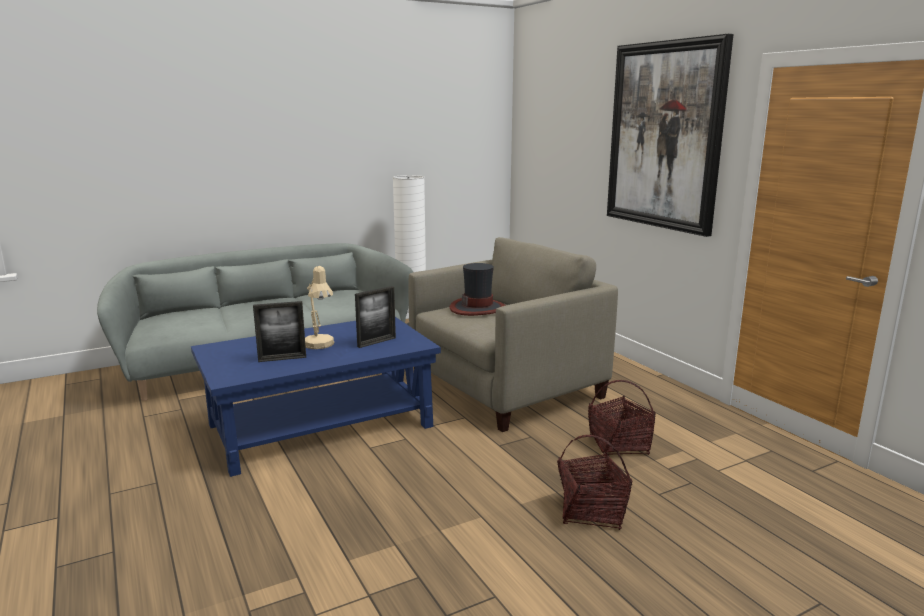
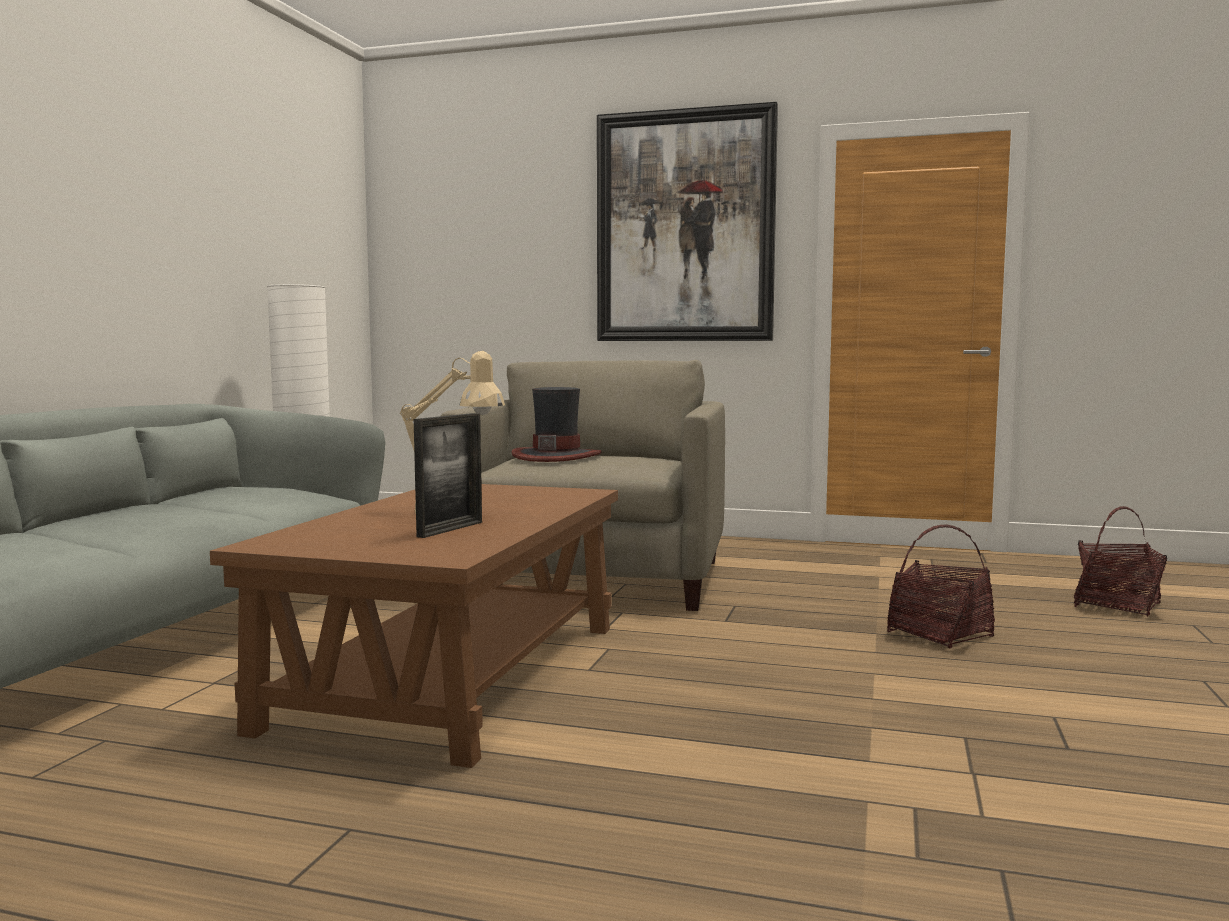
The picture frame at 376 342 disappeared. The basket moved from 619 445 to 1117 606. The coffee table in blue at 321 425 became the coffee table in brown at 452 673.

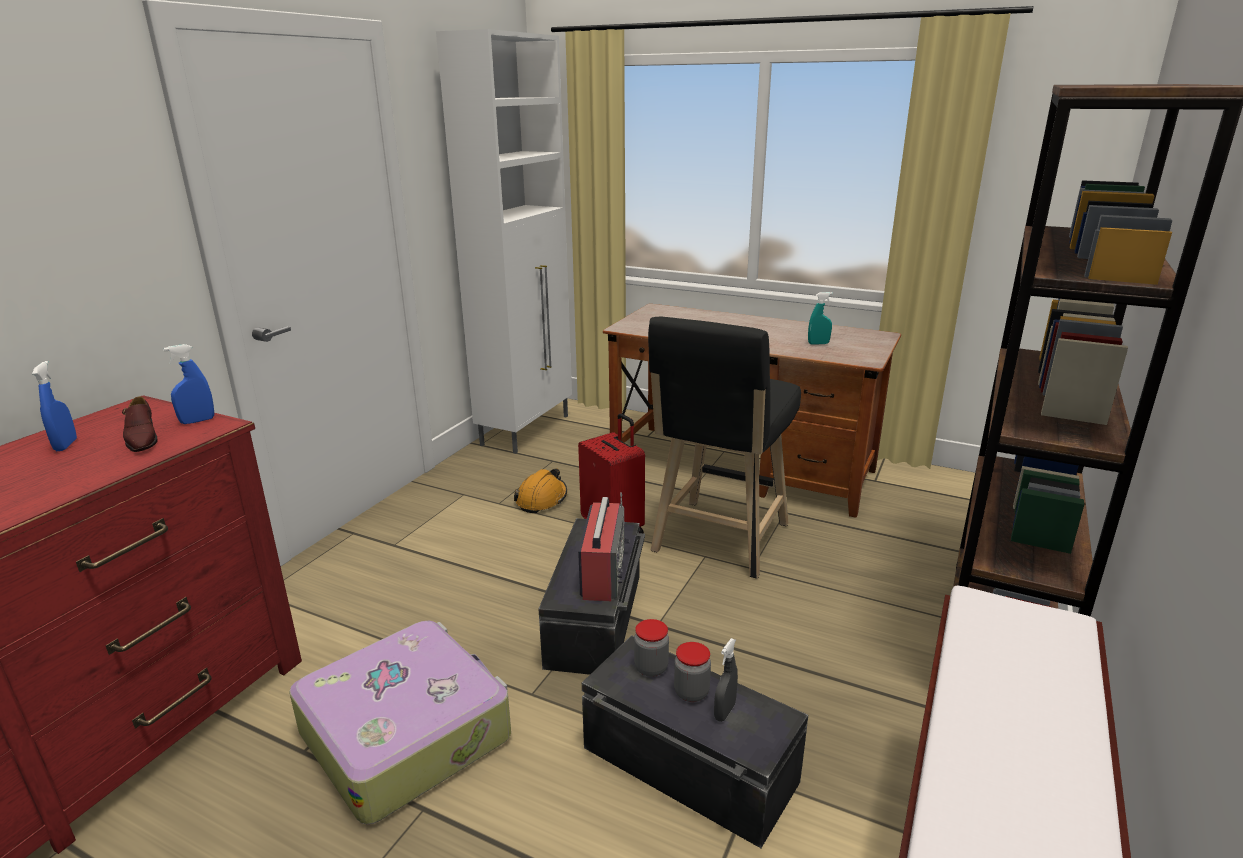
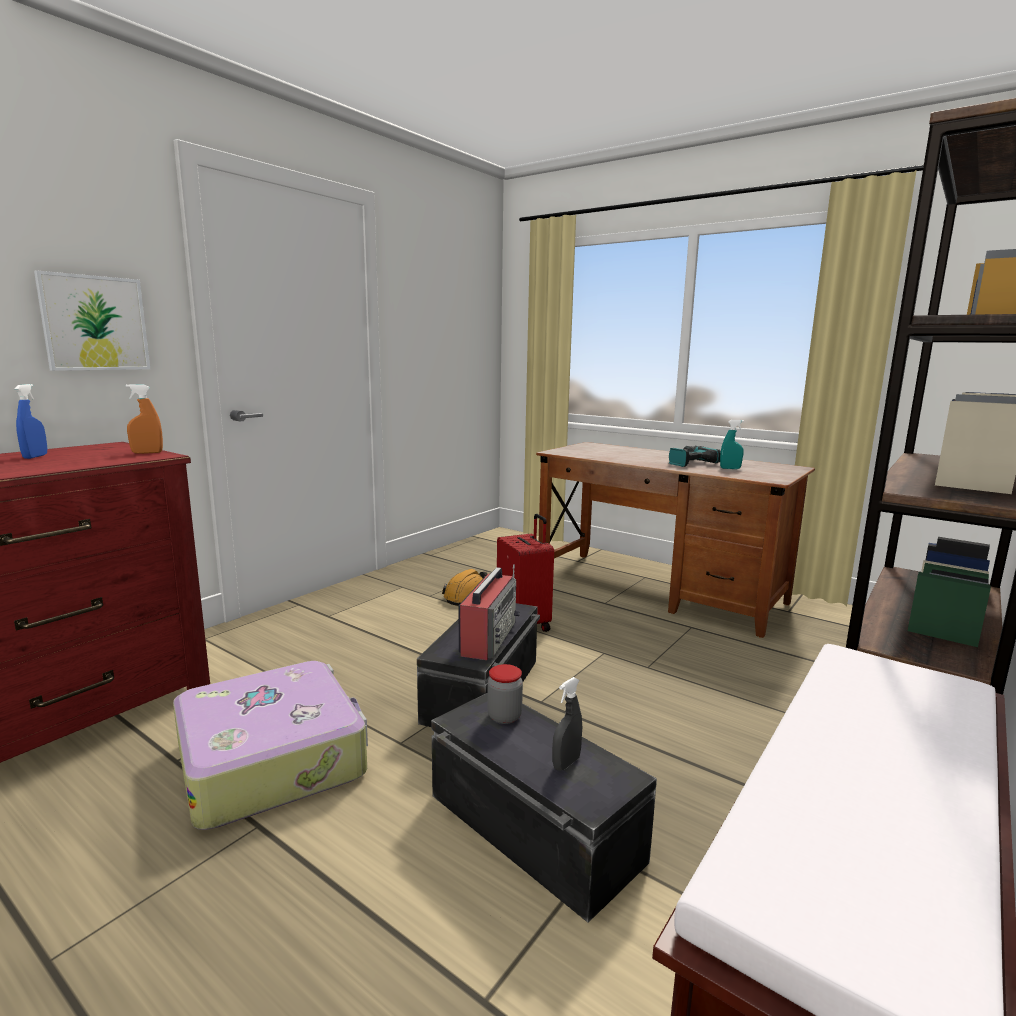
The shoe in brown at 142 439 disappeared. The cabinet in white at 527 430 disappeared. The stool in black at 717 542 disappeared. The jar at 691 692 disappeared. The picture at 95 323 appeared. The power drill at 688 463 appeared. The spray bottle in blue at 197 421 became the spray bottle in orange at 147 453.

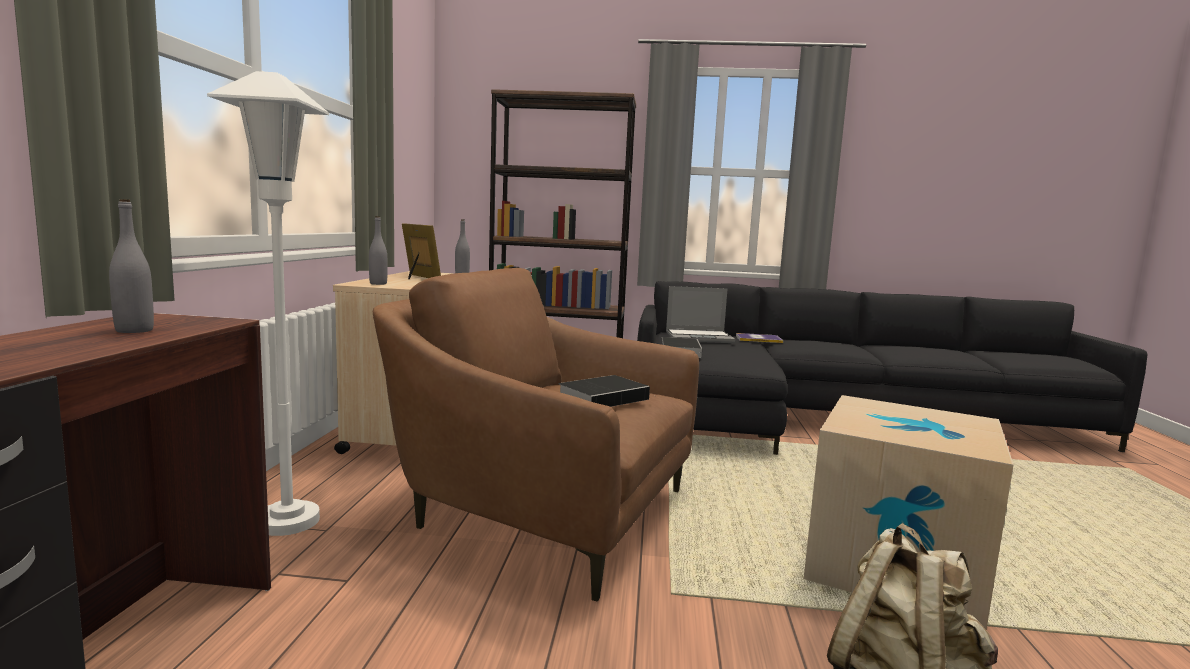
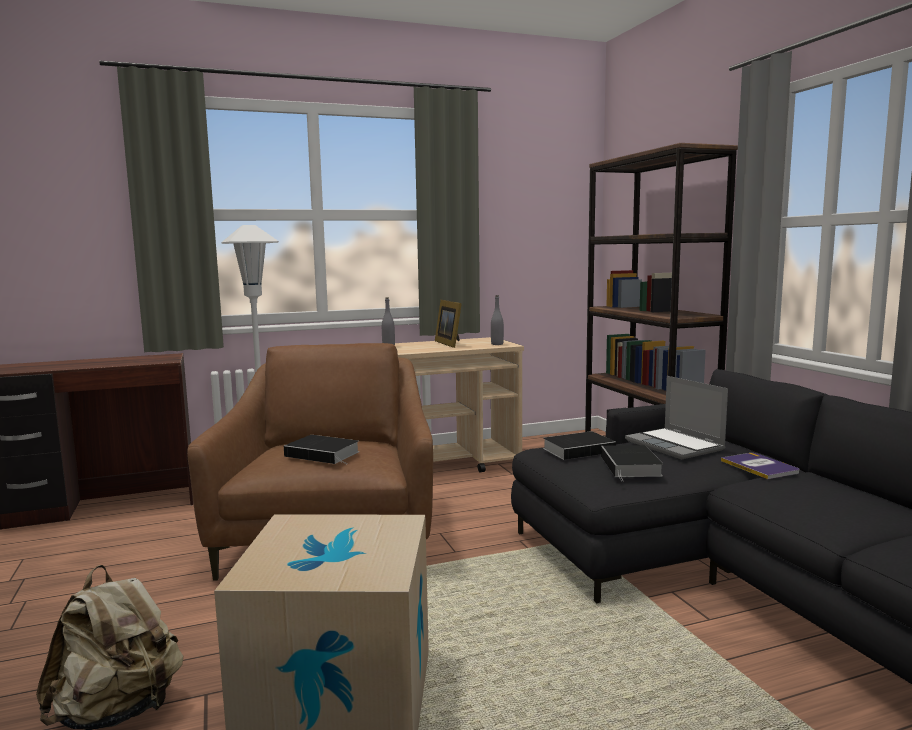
The bottle in grey at 134 330 disappeared. The book at 631 467 appeared. The picture frame at 418 277 turned 135 degrees clockwise.

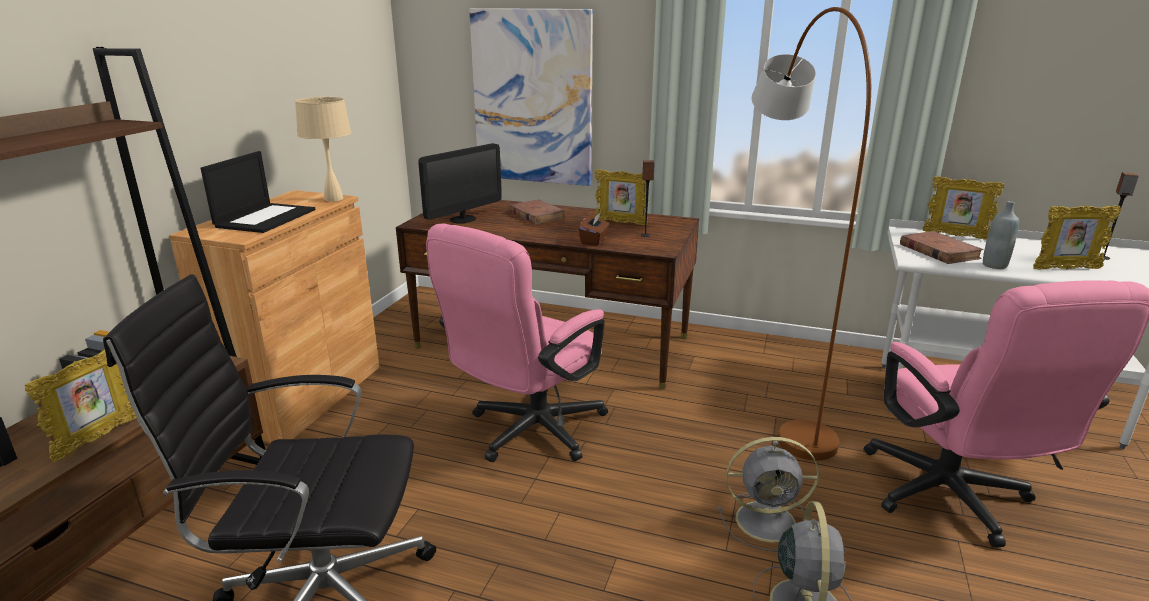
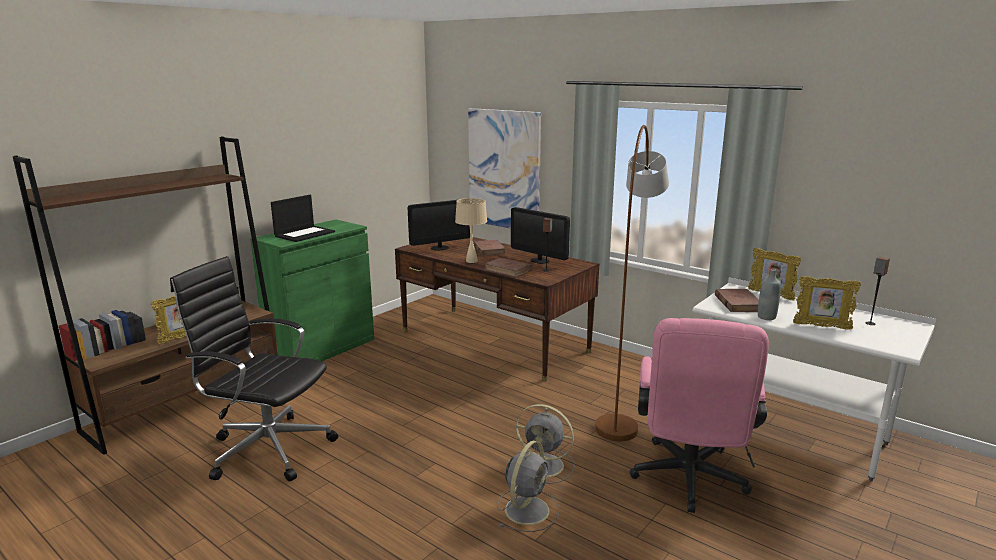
The office chair in pink at 528 433 disappeared. The table lamp in beige moved from 334 199 to 472 261. The tissue box in brown at 594 240 was replaced by the book in brown at 508 270. The picture frame at 621 223 was replaced by the monitor at 539 260. The cabinet in brown at 304 396 became the cabinet in green at 321 348.

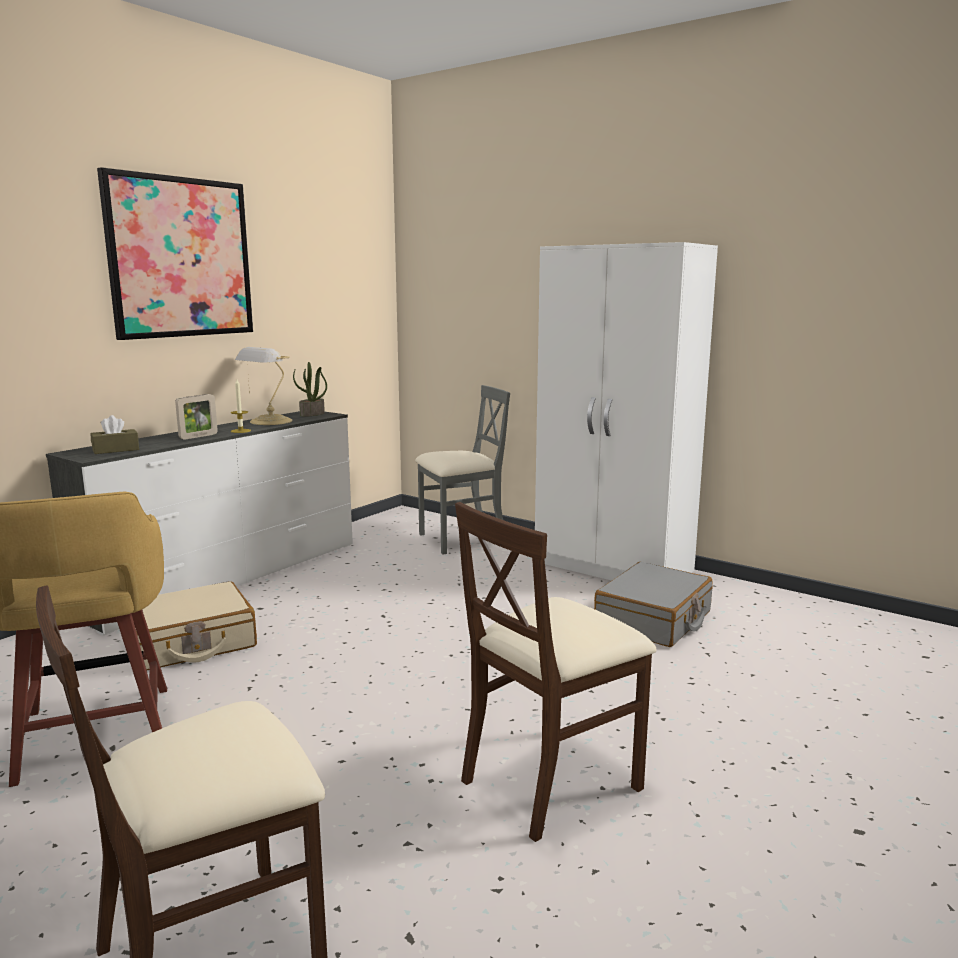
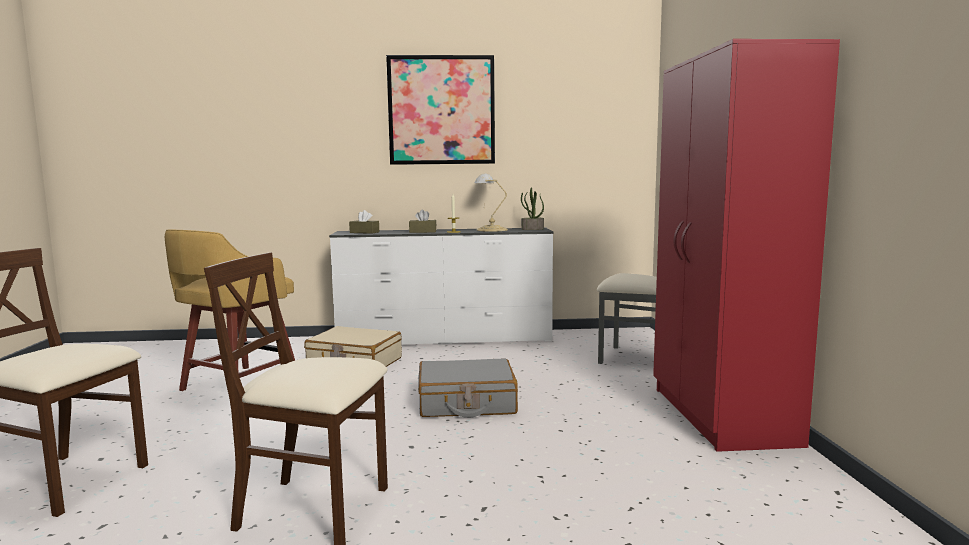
The suitcase in grey moved from 654 620 to 466 403. The picture frame at 198 436 was replaced by the tissue box in brown at 423 232. The wardrobe in white at 614 567 became the wardrobe in red at 721 416.

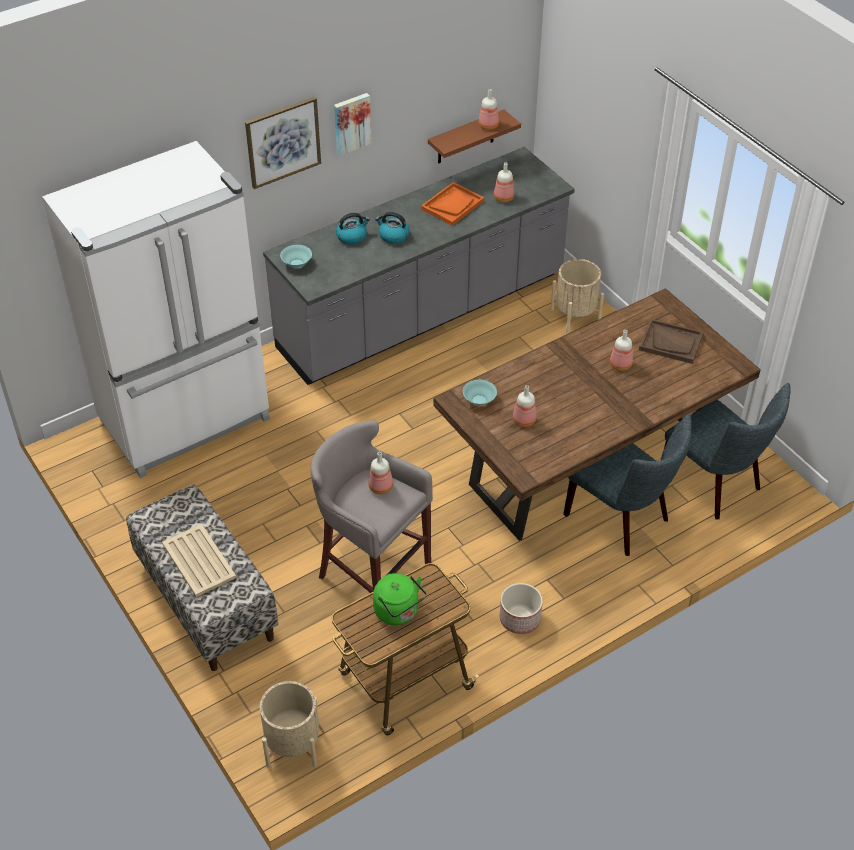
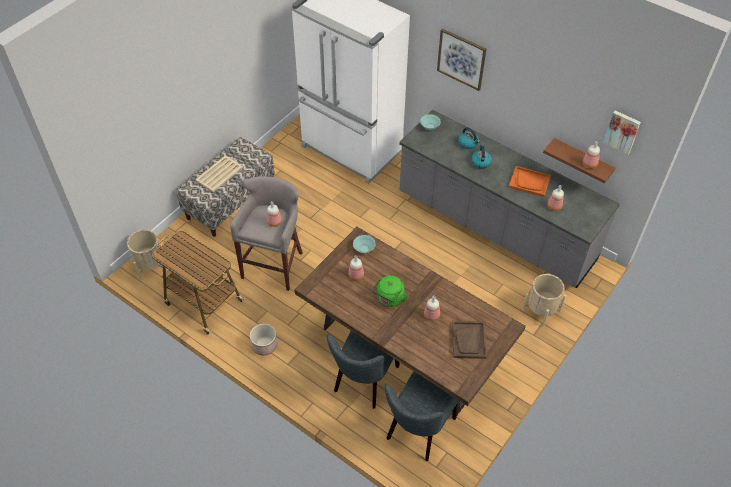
The picture moved from 351 123 to 622 131. The kettle in green moved from 398 612 to 389 299.

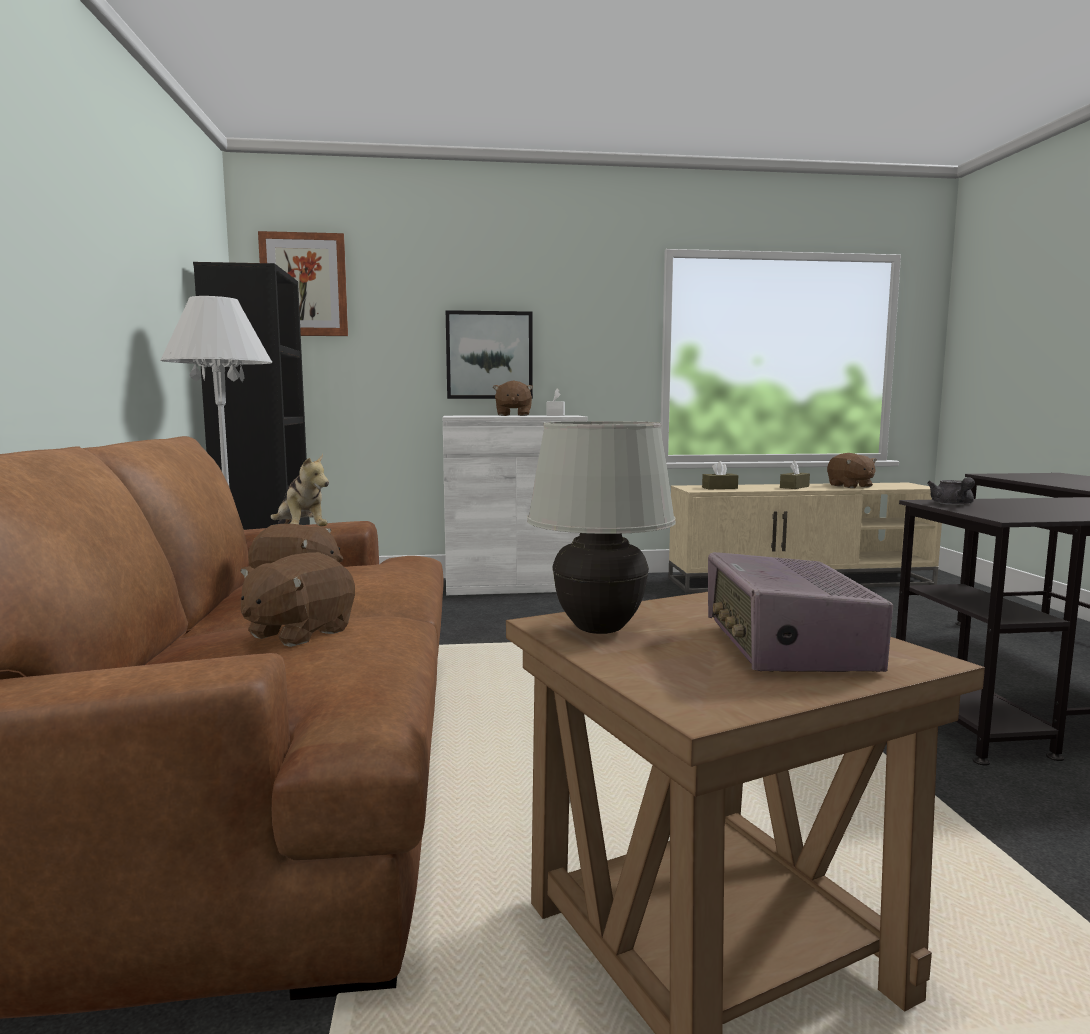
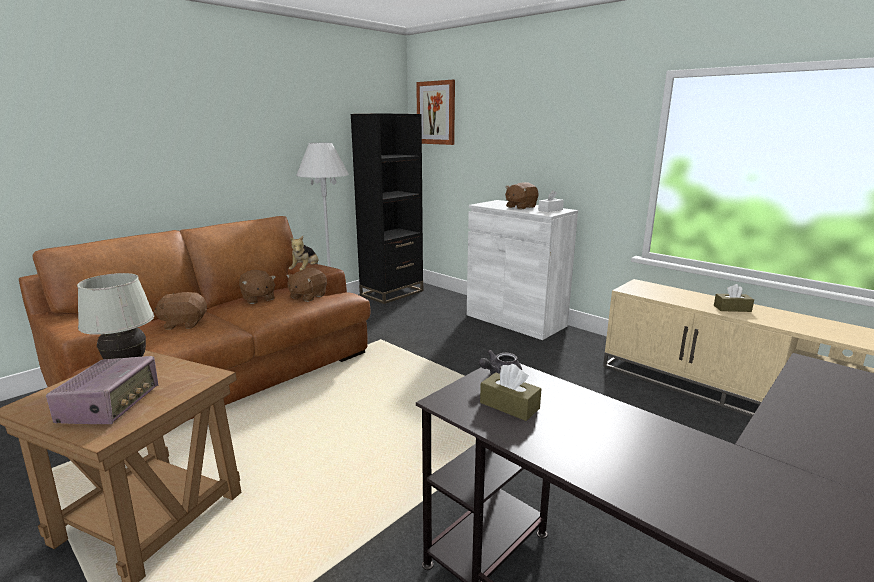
The picture at 489 355 disappeared. The tissue box in brown moved from 719 488 to 509 405. The plush toy in brown moved from 850 486 to 307 296. The radio at 787 648 turned 135 degrees clockwise.

